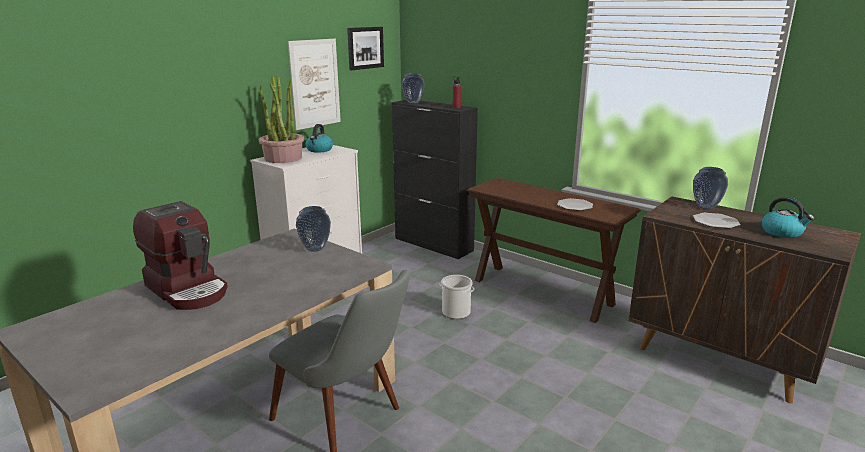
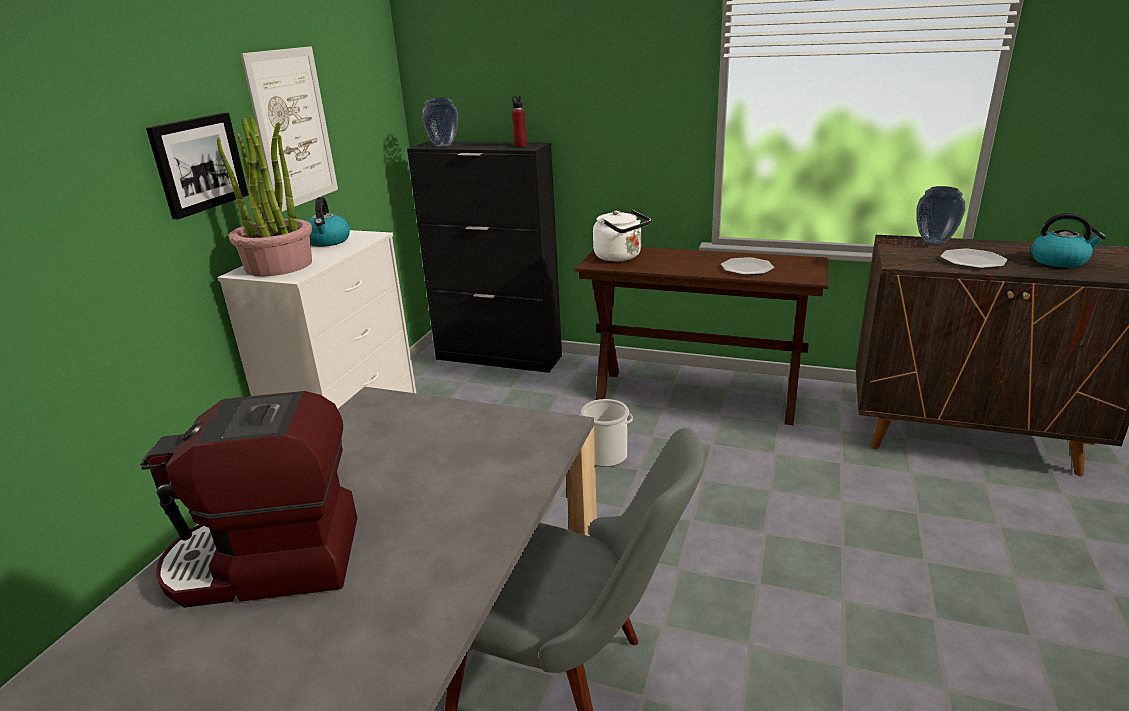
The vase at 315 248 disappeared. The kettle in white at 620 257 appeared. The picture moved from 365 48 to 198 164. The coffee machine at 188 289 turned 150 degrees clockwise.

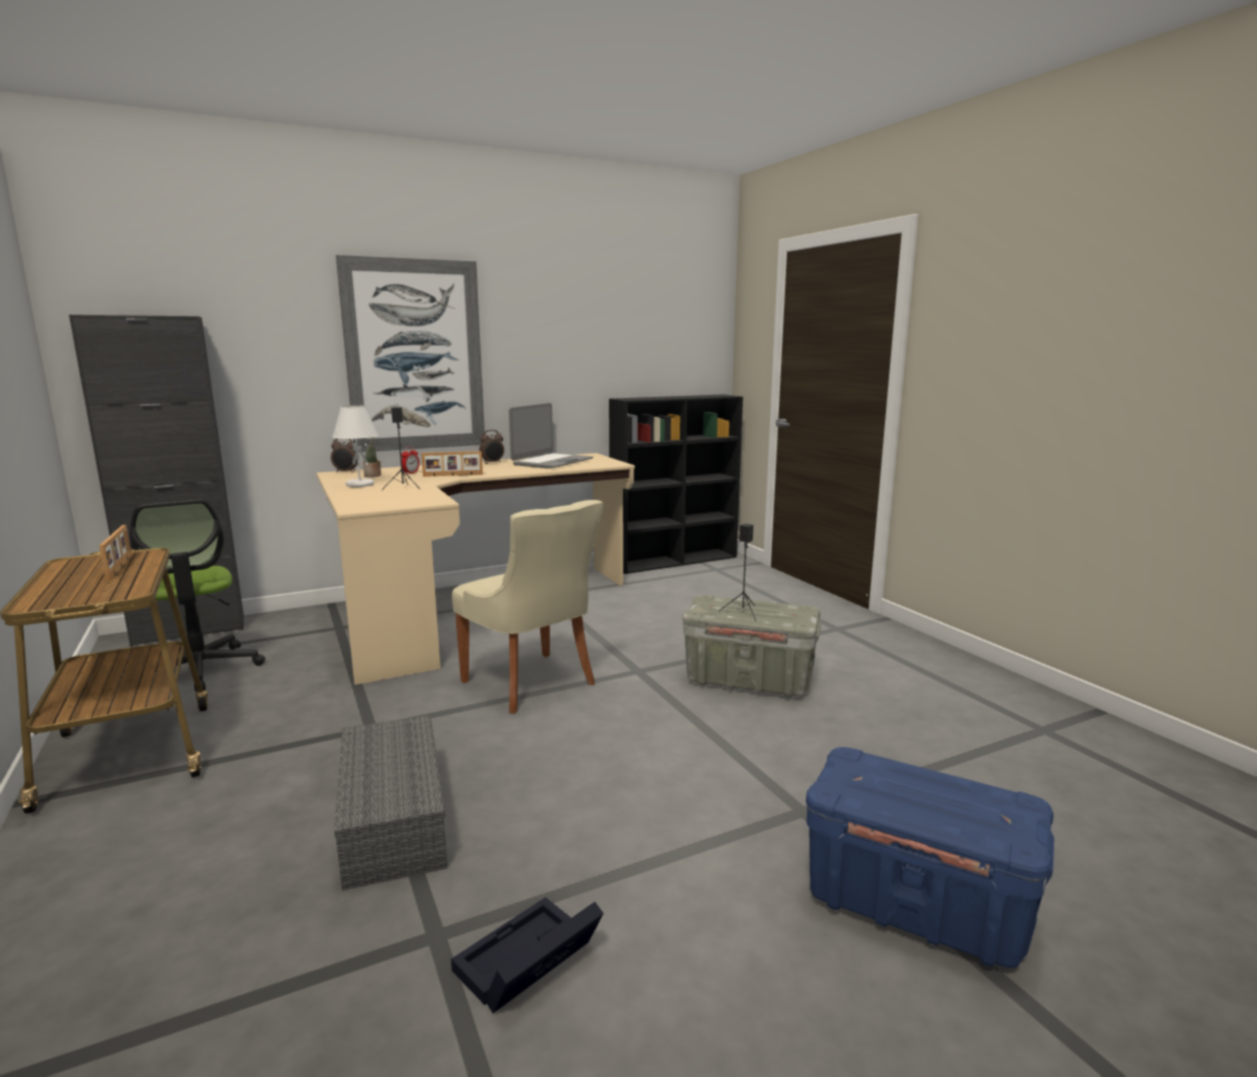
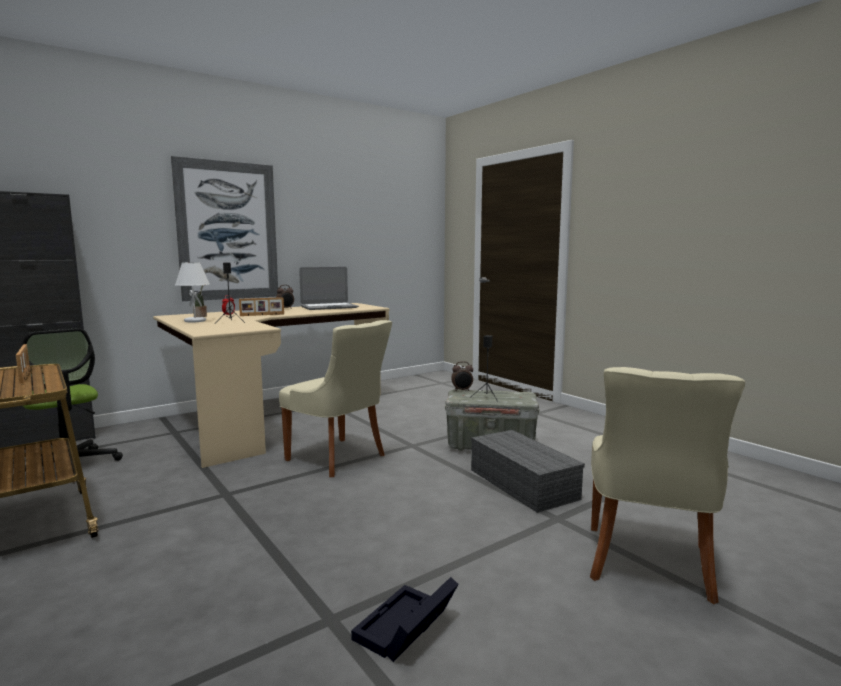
The bookcase in black at 675 560 disappeared. The alarm clock moved from 346 472 to 462 390. The storage box in grey moved from 391 818 to 520 483. The storage box in blue at 913 906 was replaced by the chair in beige at 648 565. The laptop at 552 462 turned 45 degrees clockwise.

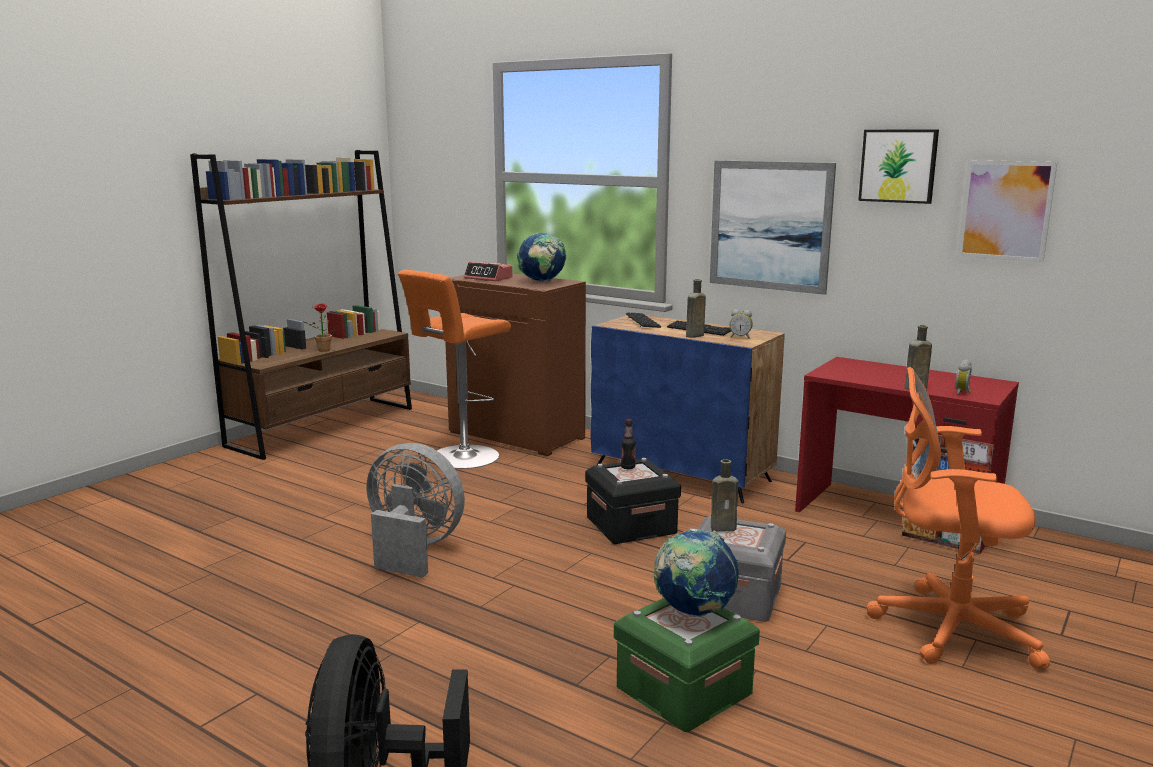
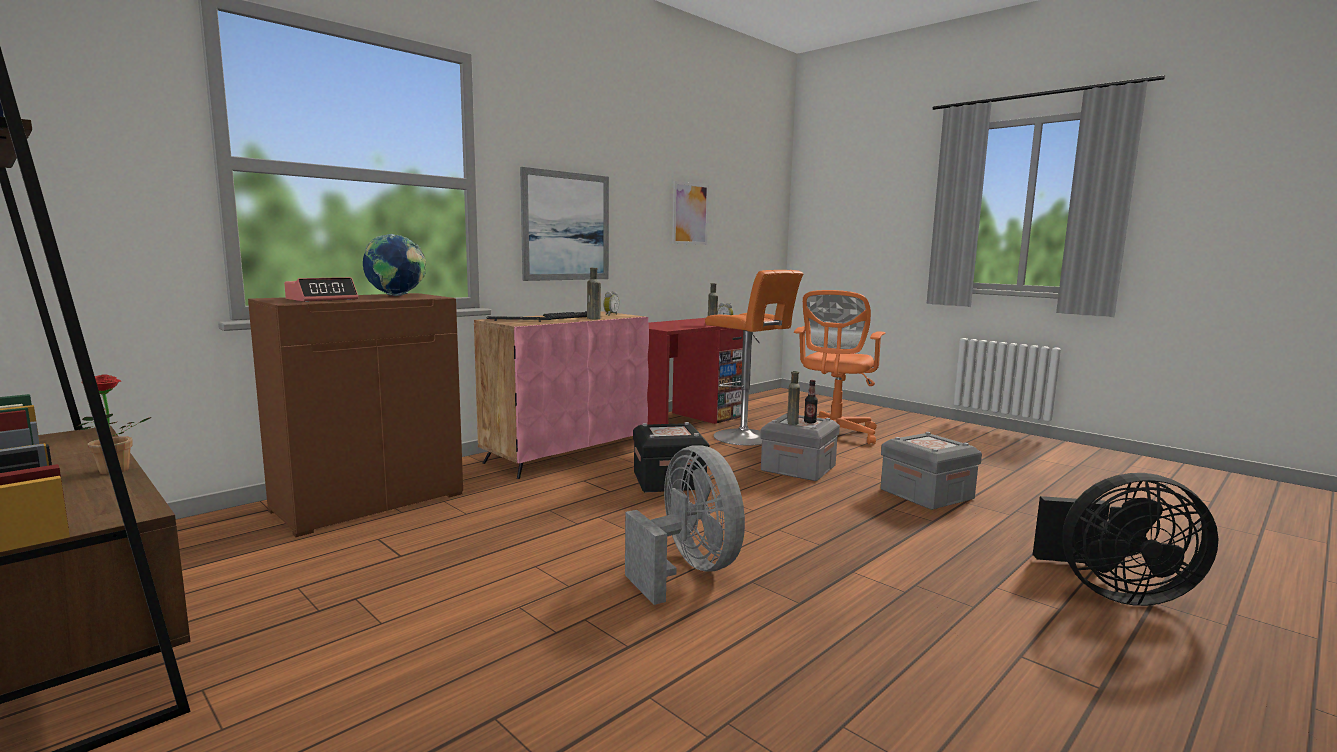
The globe at 694 612 disappeared. The picture at 898 166 disappeared. The stool in orange moved from 461 458 to 747 438. The bottle moved from 628 467 to 810 422. The cabinet in blue at 683 474 became the cabinet in pink at 566 454. The storage box in green at 683 690 became the storage box in grey at 926 494. The fan in grey at 413 549 turned 120 degrees clockwise.

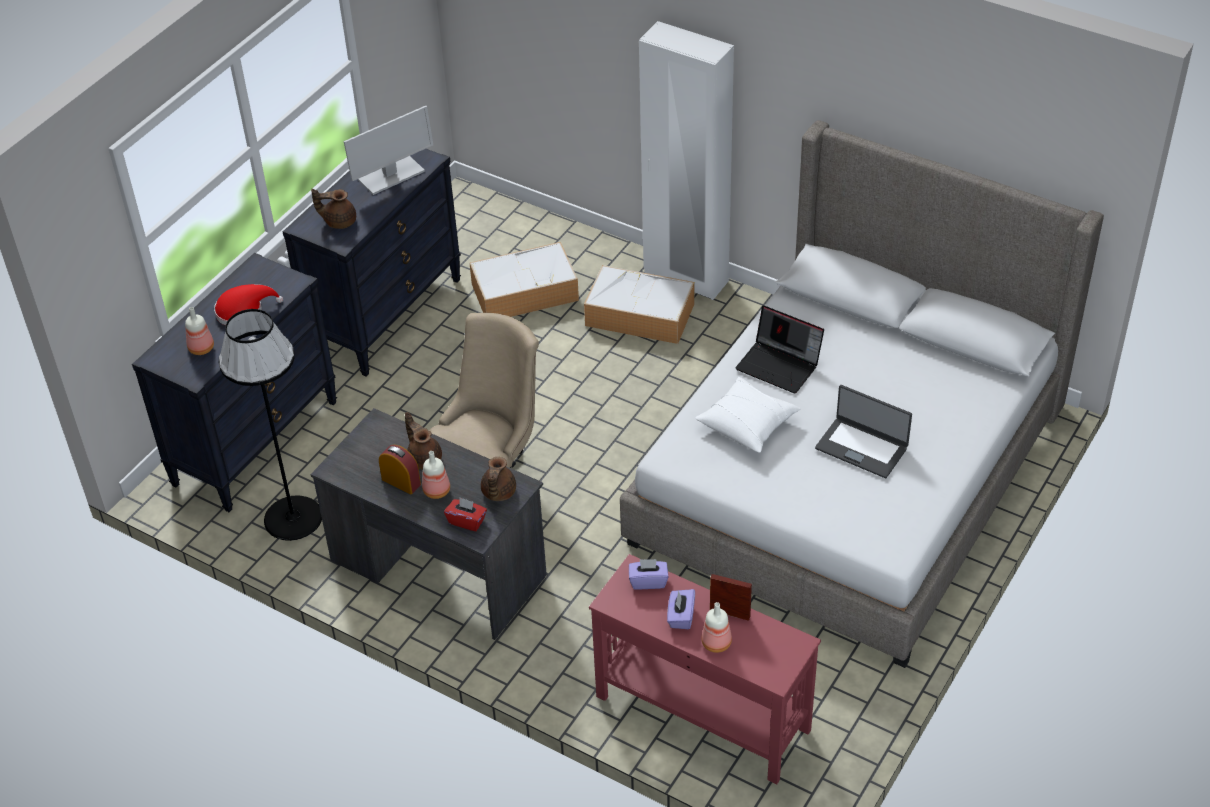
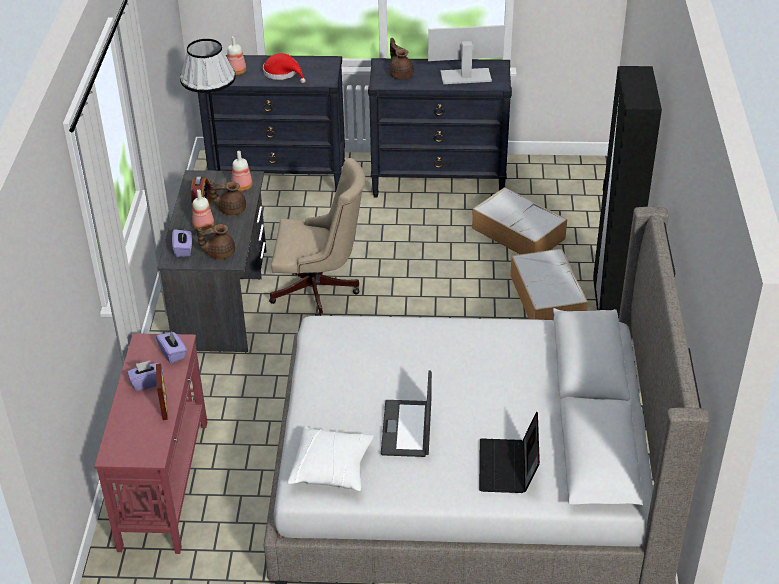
The pillow in white moved from 748 424 to 331 468. The bottle moved from 717 643 to 242 187. The laptop moved from 780 365 to 508 468. The tissue box in red at 467 521 became the tissue box in purple at 183 249. The wardrobe in white at 685 278 became the wardrobe in black at 610 307. The monitor at 391 176 turned 150 degrees clockwise. The teapot in brown at 424 458 turned 120 degrees counterclockwise.

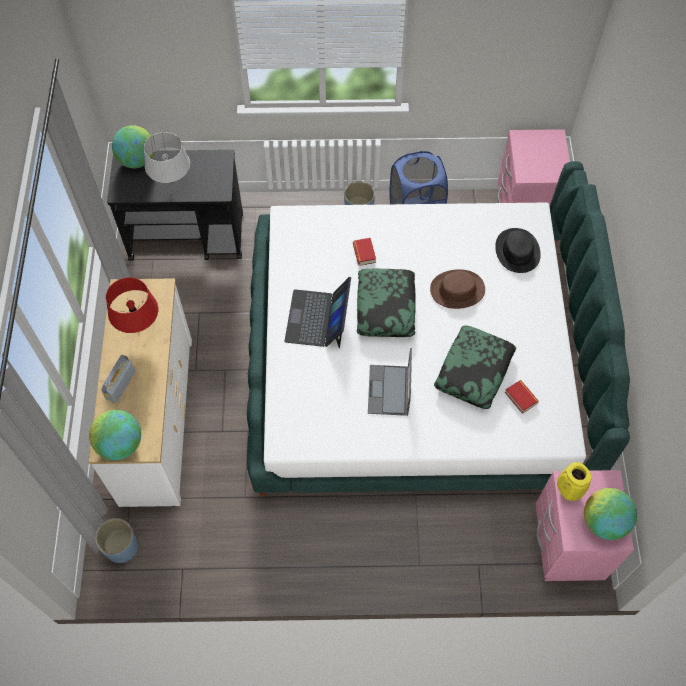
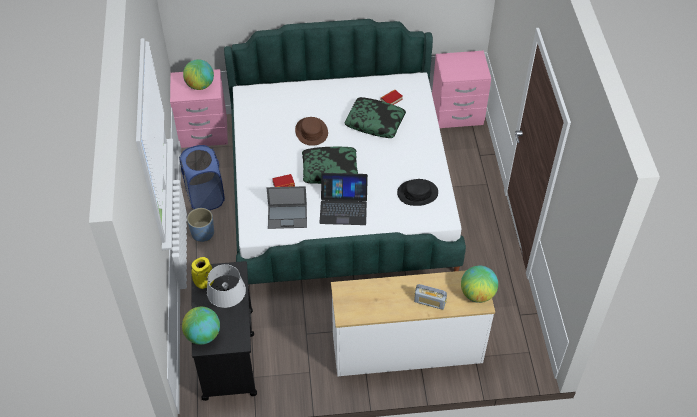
The planter in blue at 122 547 disappeared. The table lamp in red at 139 327 disappeared. The laptop moved from 389 391 to 288 216. The hat in black moved from 517 251 to 417 193. The vase in yellow moved from 567 490 to 204 284. The globe moved from 603 521 to 200 85.

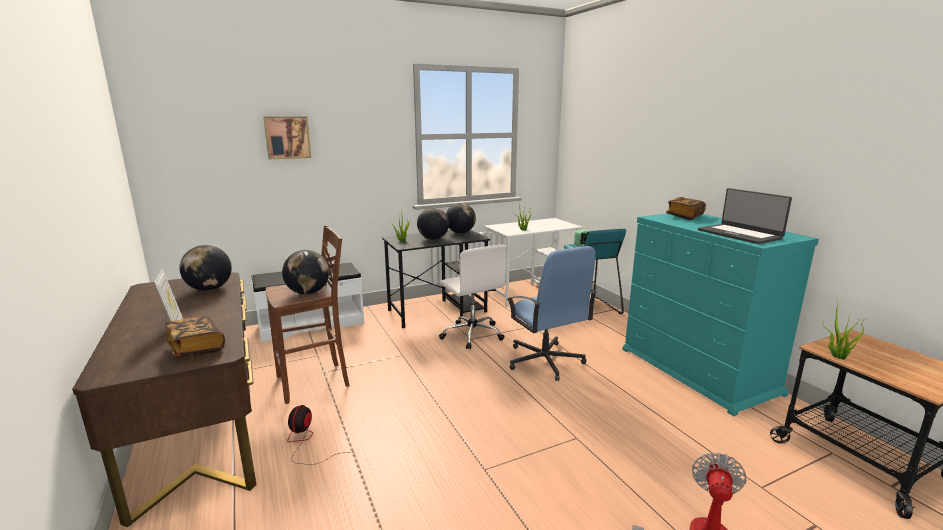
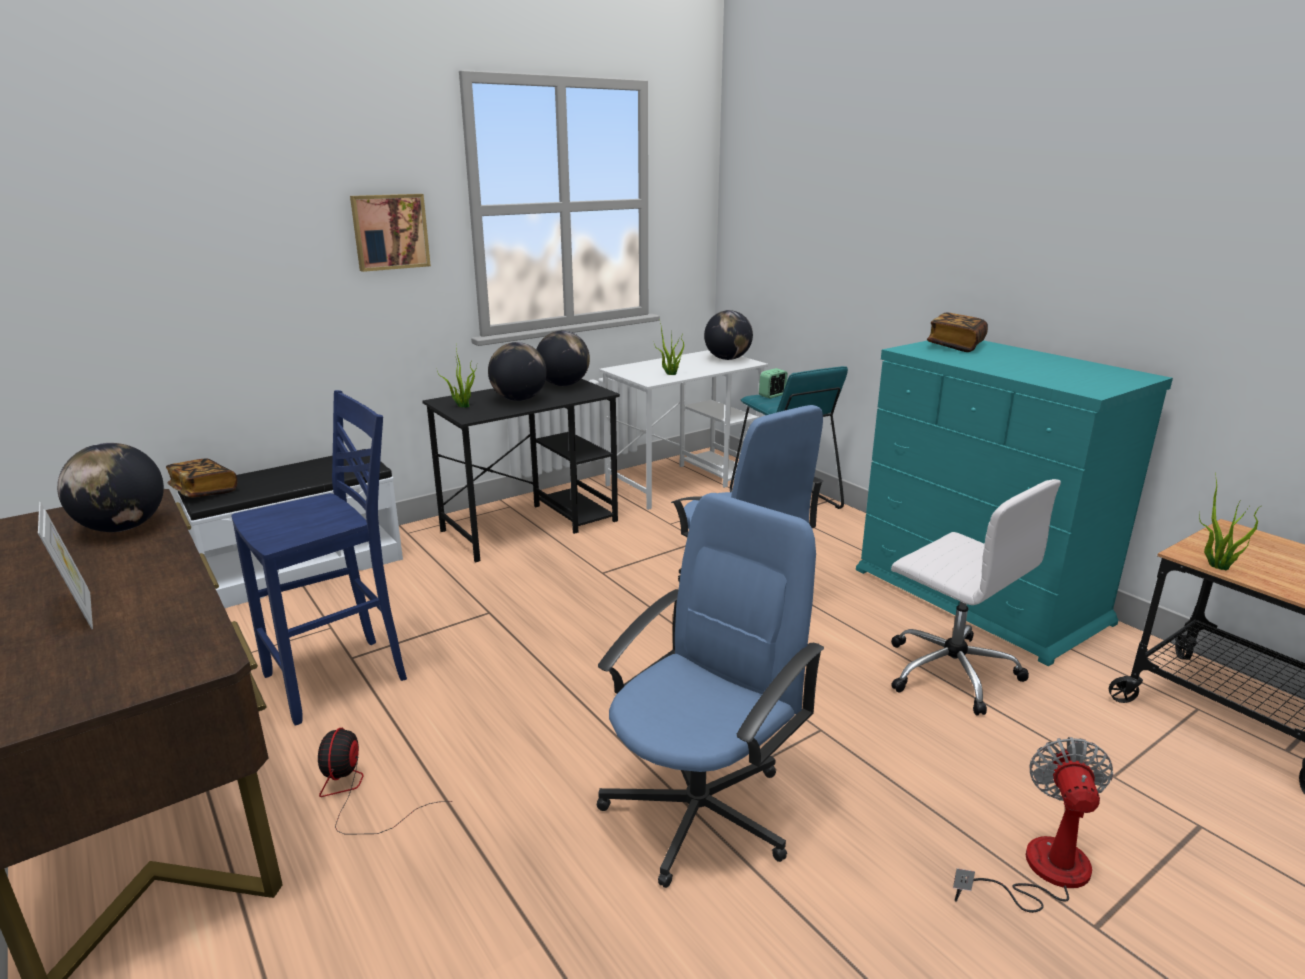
The laptop at 739 234 disappeared. The office chair in blue at 700 810 appeared. The book moved from 196 348 to 204 491. The picture moved from 287 137 to 390 231. The globe moved from 308 293 to 727 359. The office chair in white moved from 472 334 to 949 671. The stool in brown at 315 382 became the stool in blue at 340 678.

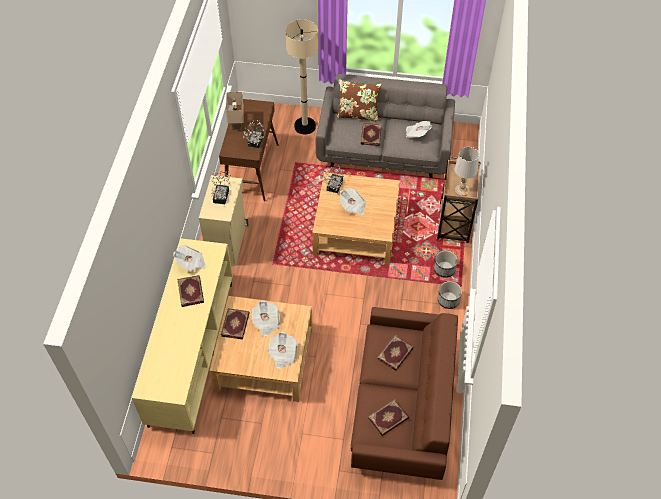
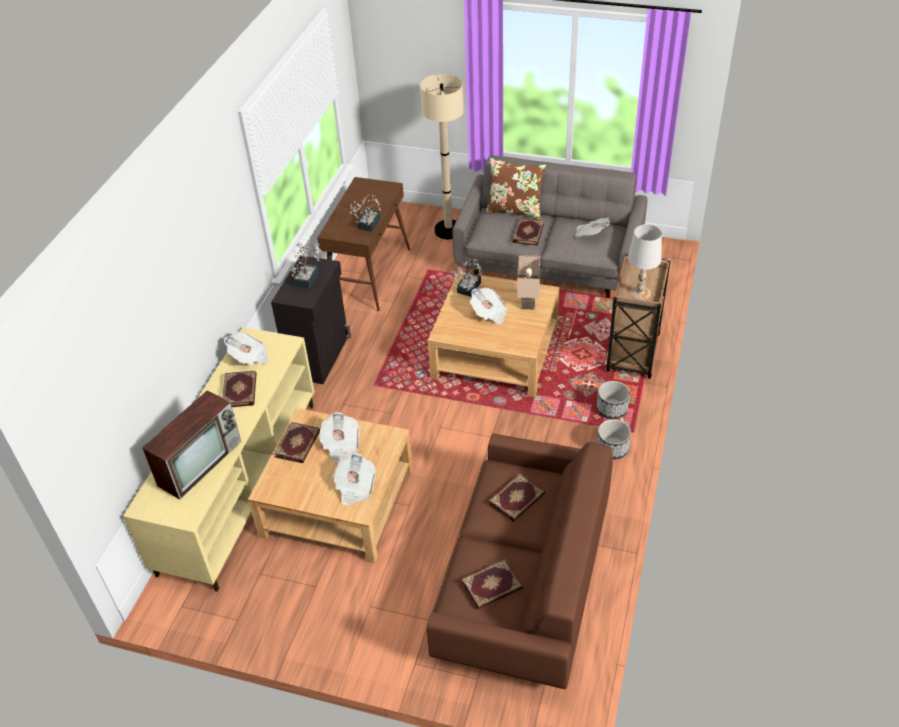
The television at 201 461 appeared. The table lamp in beige moved from 236 124 to 527 302. The cabinet in beige at 228 243 became the cabinet in black at 320 356.

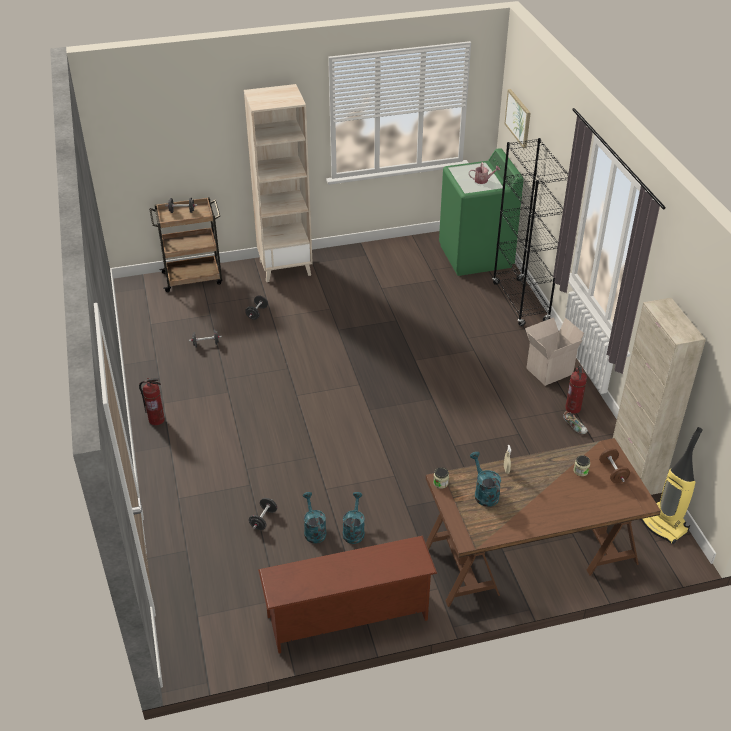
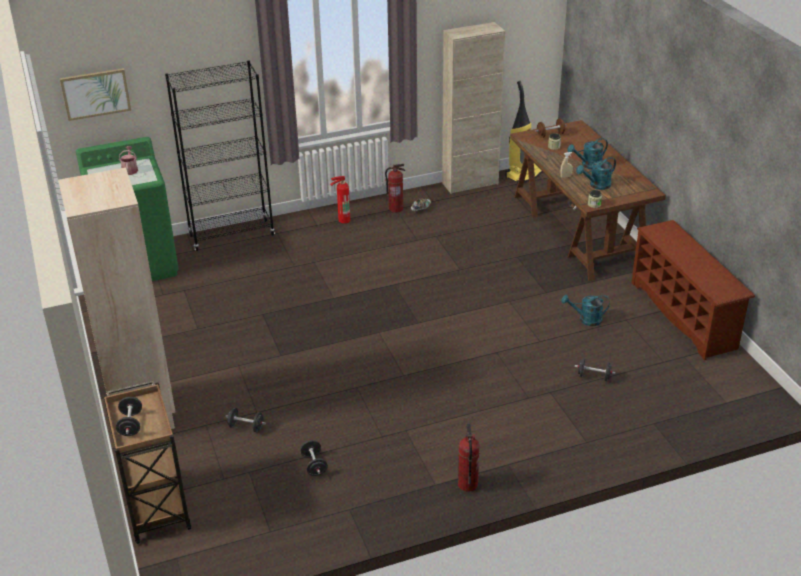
The watering can in turquoise moved from 313 530 to 588 165. The cardboard box at 549 370 was replaced by the fire extinguisher at 342 220.

